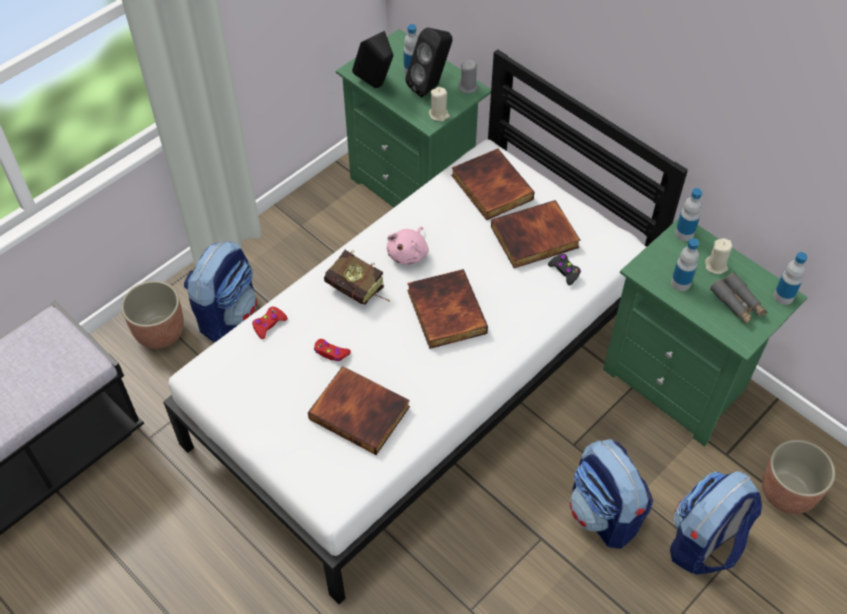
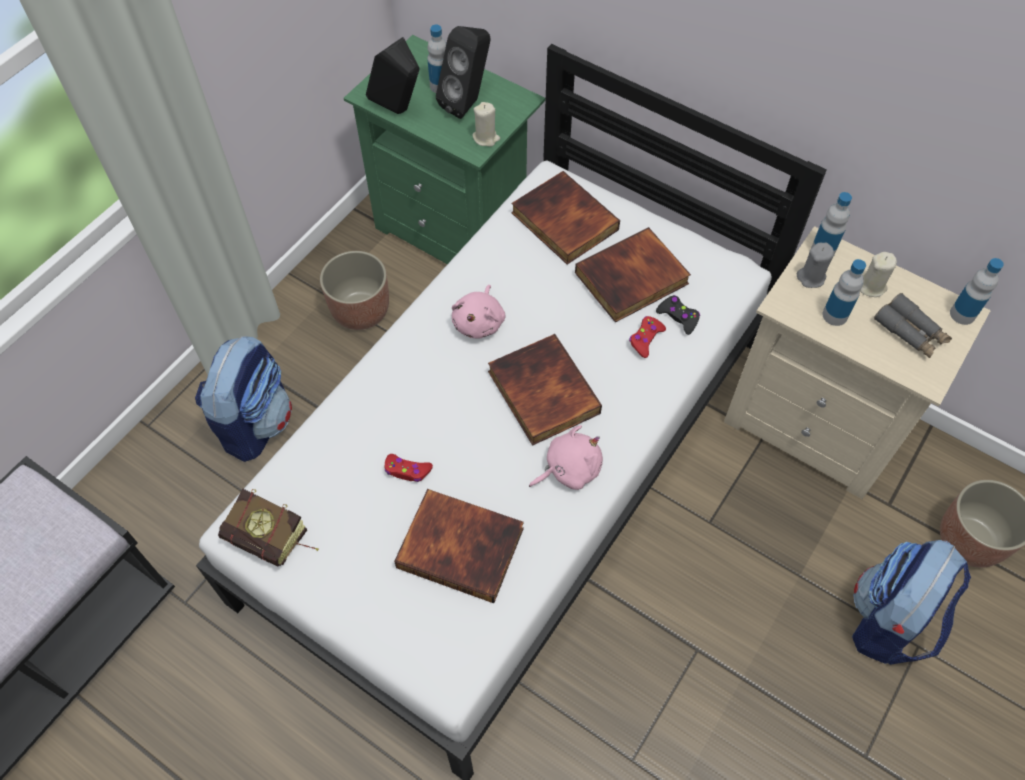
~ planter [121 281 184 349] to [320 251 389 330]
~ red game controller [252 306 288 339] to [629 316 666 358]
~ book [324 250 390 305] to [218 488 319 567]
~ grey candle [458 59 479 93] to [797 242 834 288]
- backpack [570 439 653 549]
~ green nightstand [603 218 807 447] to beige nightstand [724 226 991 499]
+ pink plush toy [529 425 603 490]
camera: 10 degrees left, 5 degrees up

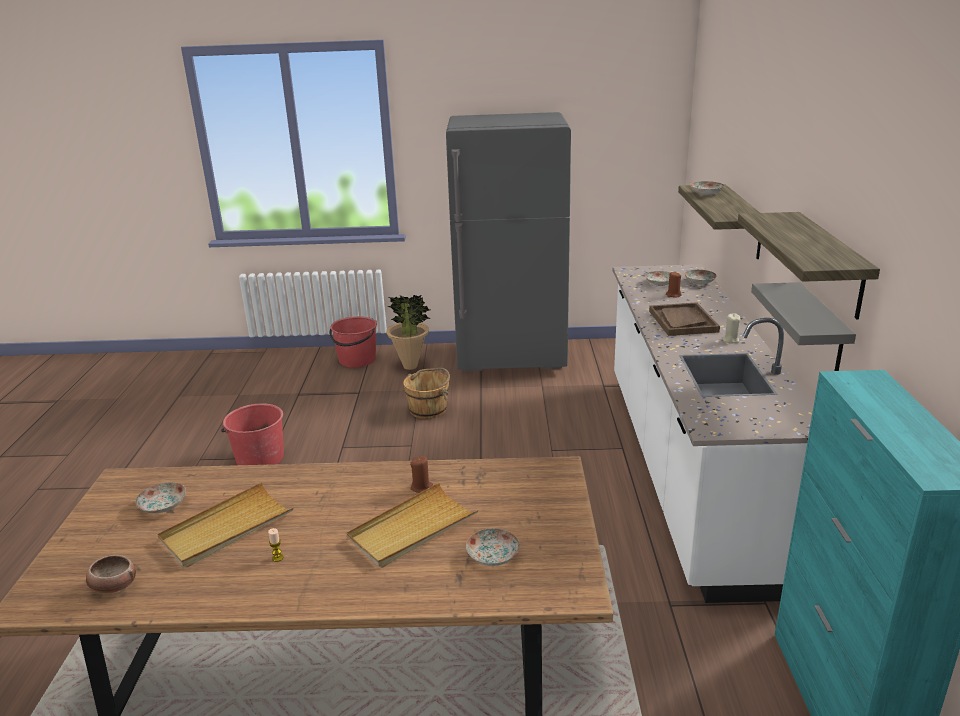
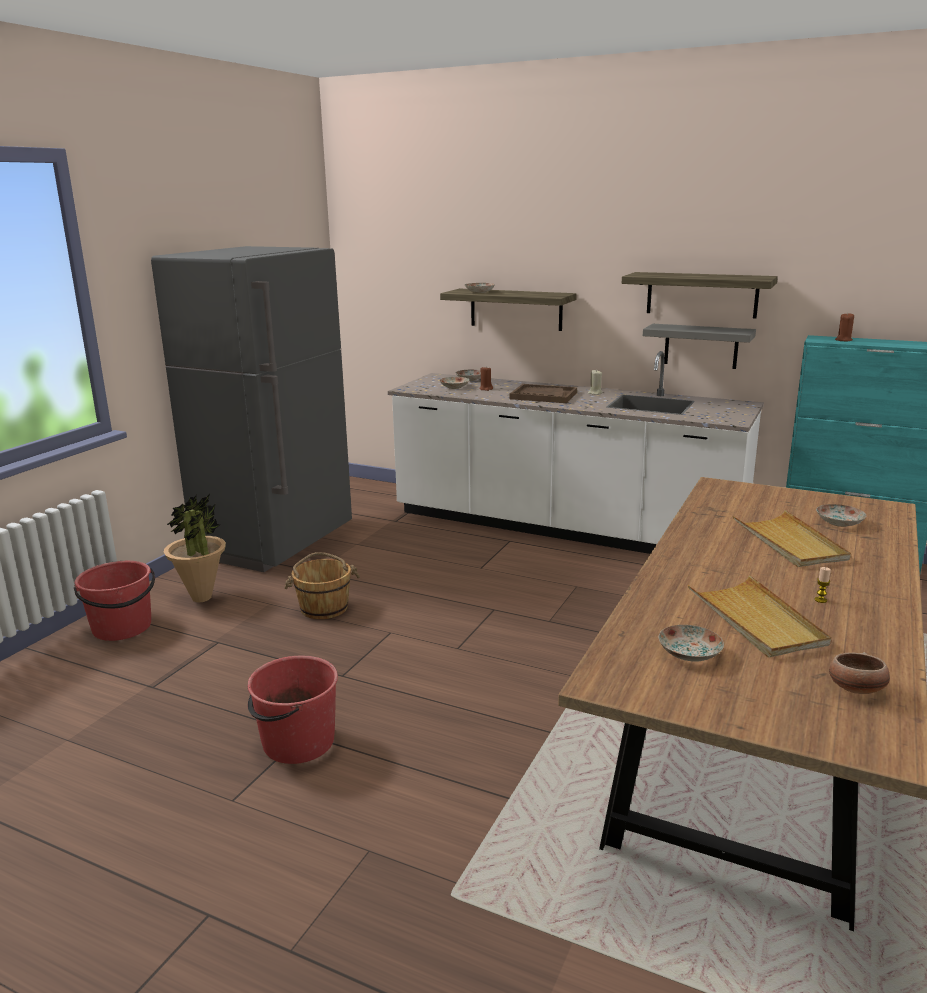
~ brown candle [410 456 433 493] to [835 313 854 341]
camera: 65 degrees left, 5 degrees down

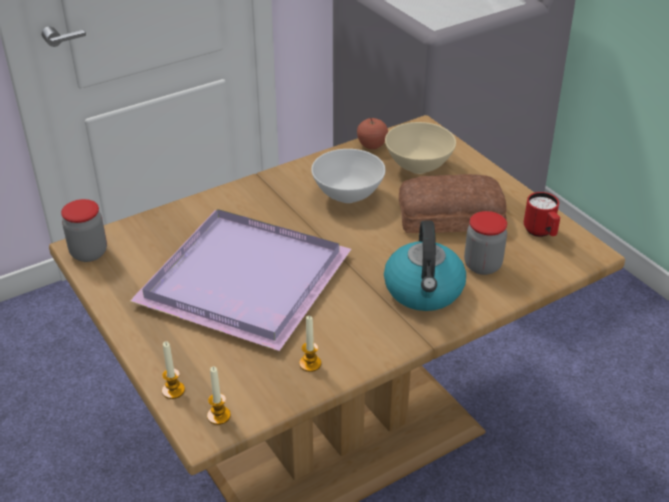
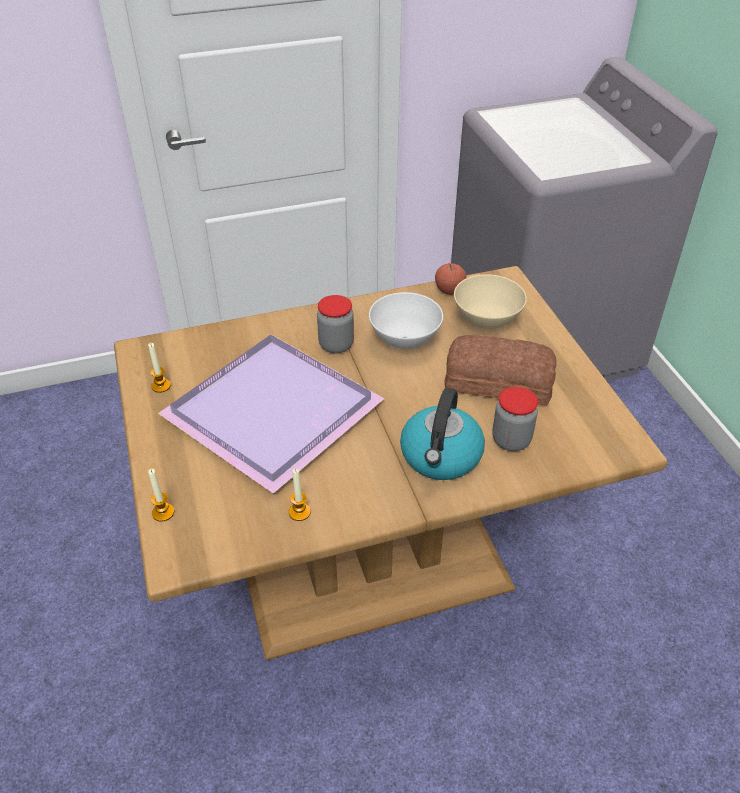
~ jar [61 199 107 262] to [317 295 354 354]
~ candle [207 366 231 425] to [148 343 171 393]
- red mug [524 192 560 237]
camera: 15 degrees right, 5 degrees up

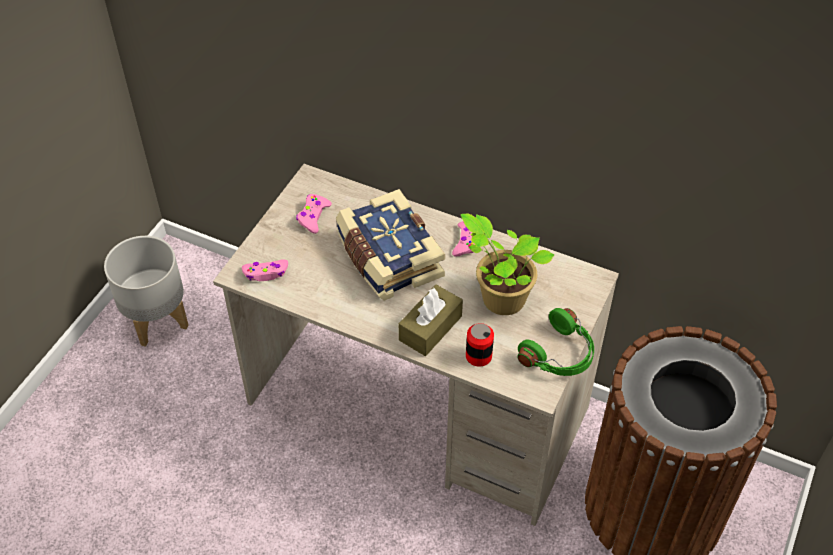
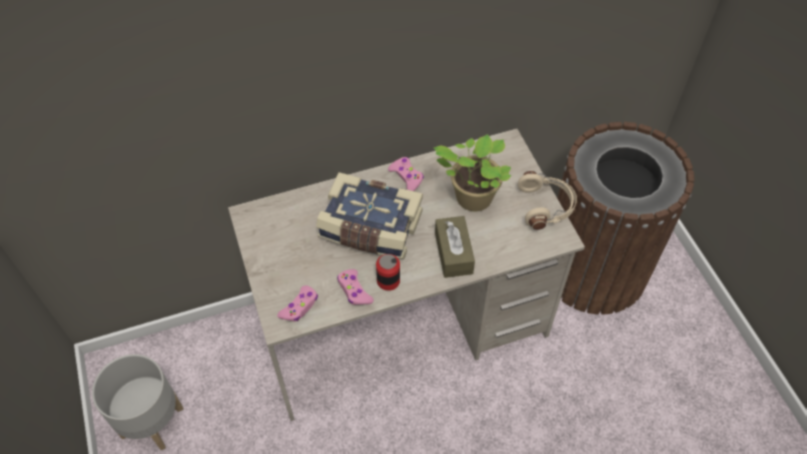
~ pink game controller [296 194 332 234] to [337 269 374 305]
~ can [466 323 494 367] to [376 254 400 291]
~ green headphones [517 308 594 376] to beige headphones [518 171 577 230]
camera: 45 degrees left, 5 degrees up

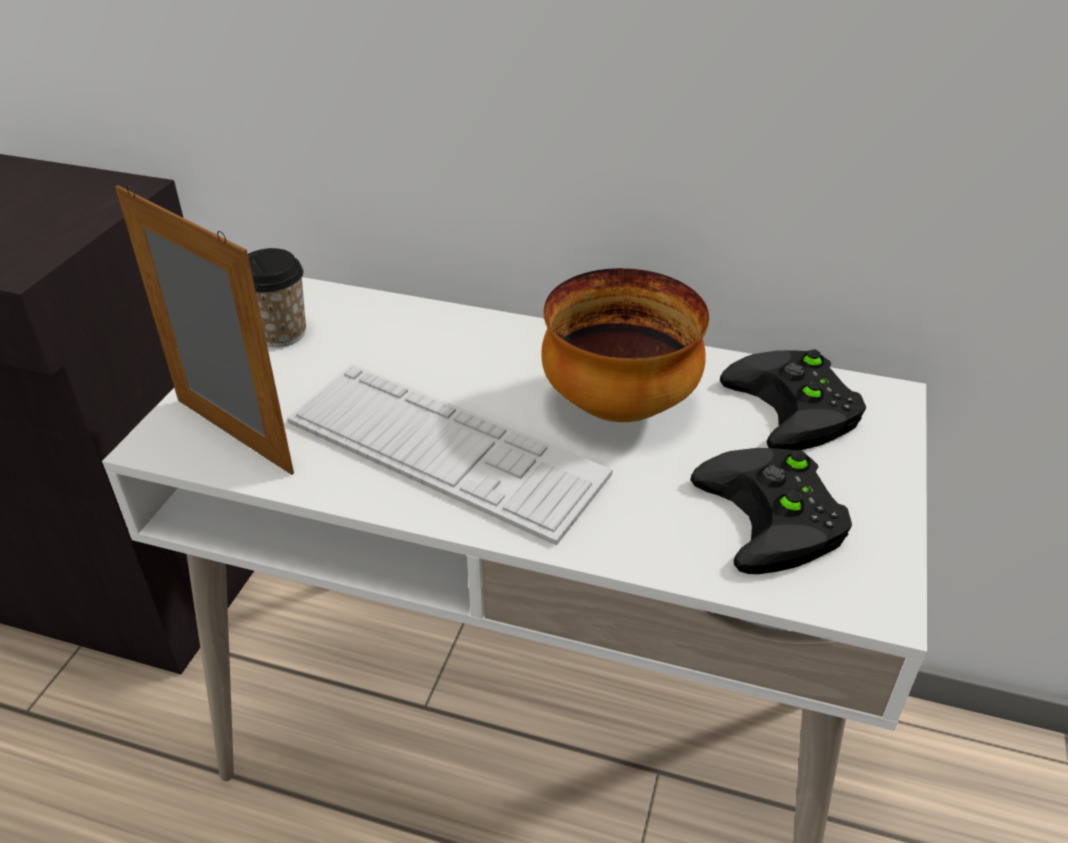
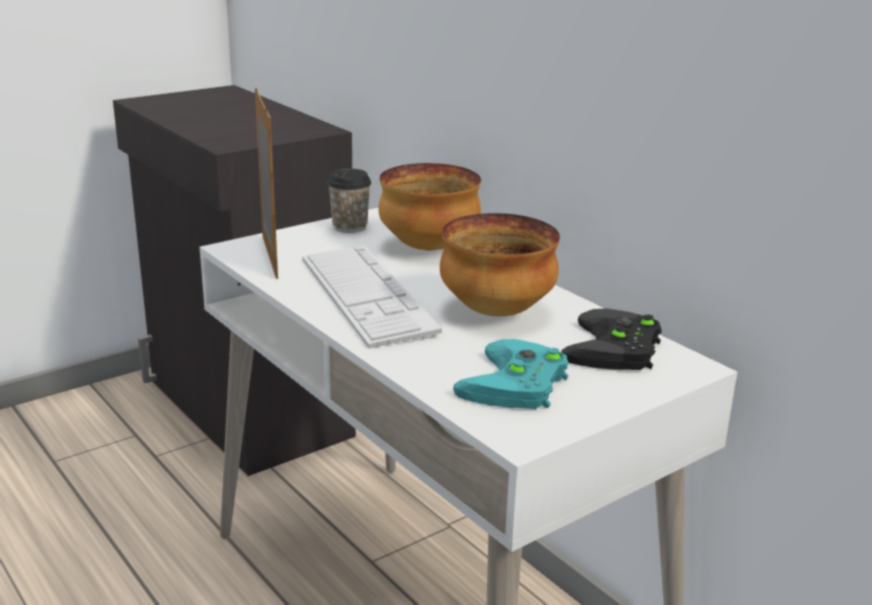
~ black game controller [690 448 852 574] to turquoise game controller [453 339 568 409]
+ bowl [378 163 481 250]
camera: 35 degrees right, 15 degrees down

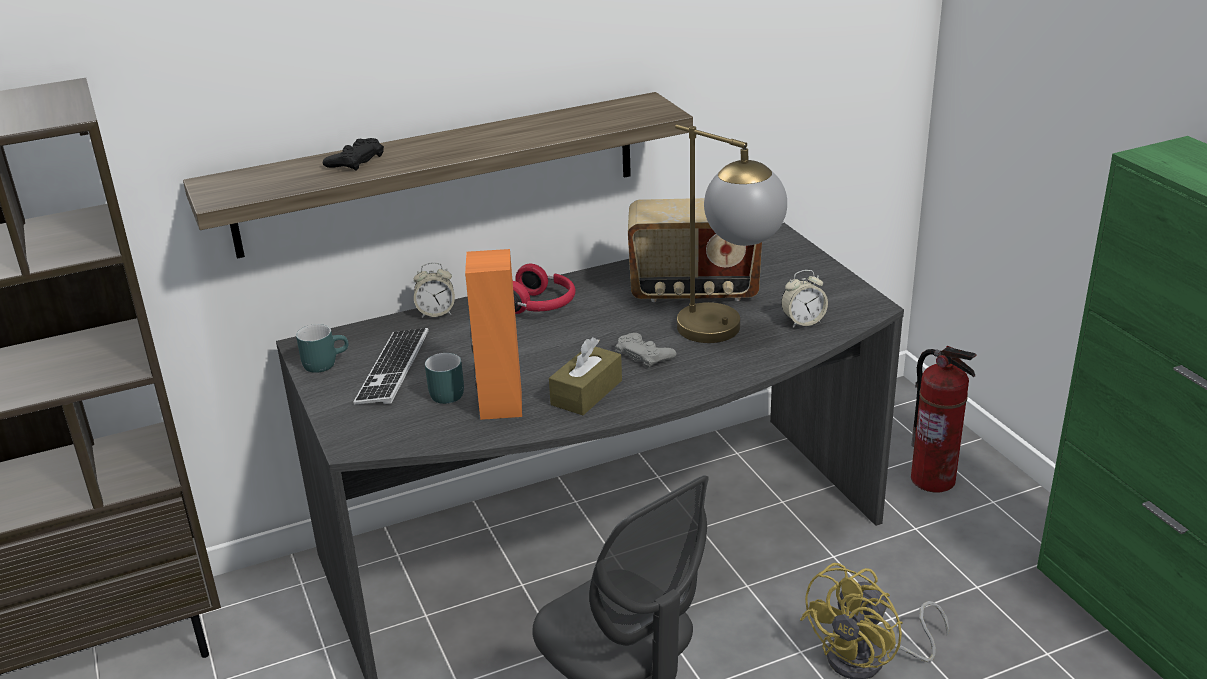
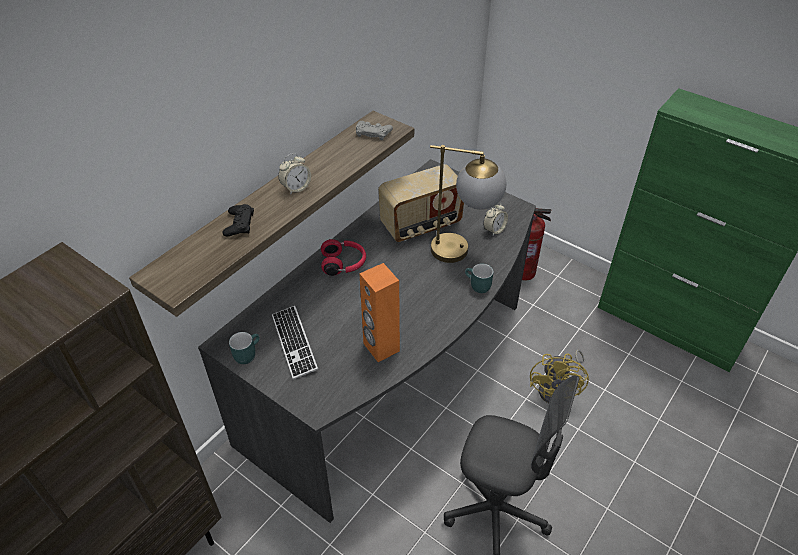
~ alarm clock [414 262 455 318] to [278 153 311 195]
~ turquoise mug [425 353 464 404] to [465 263 494 293]
- brown tissue box [549 337 622 415]
~ grey game controller [615 333 677 368] to [356 121 393 140]
camera: 30 degrees left, 15 degrees up

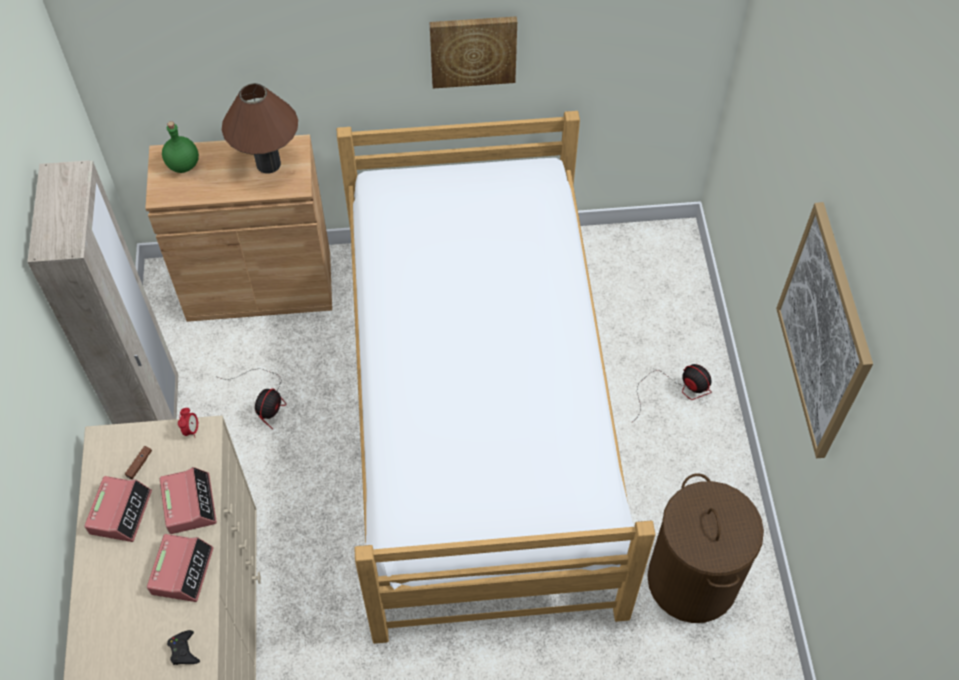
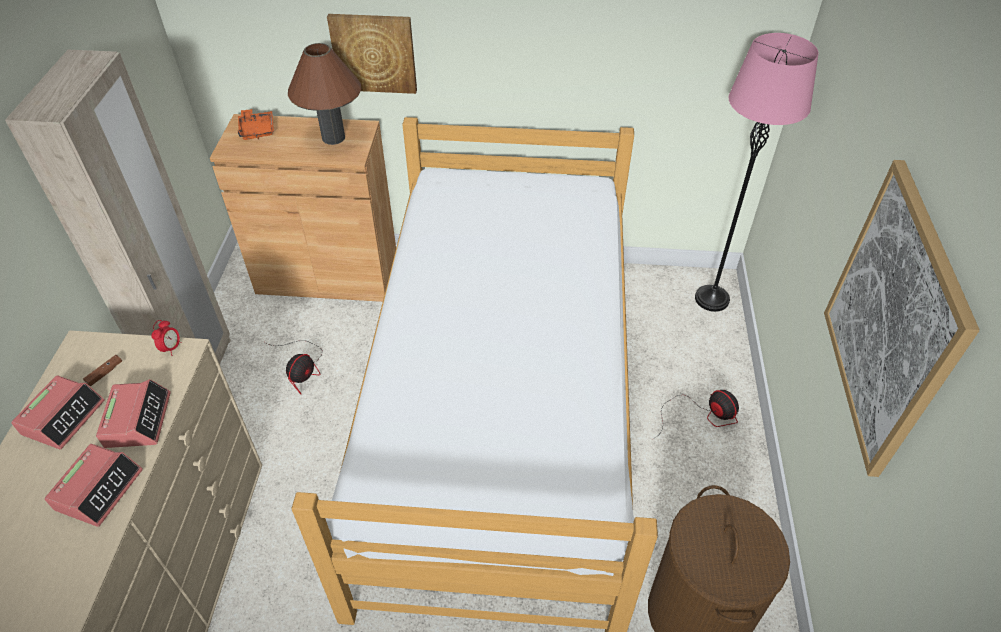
~ green bottle [162 121 199 173] to orange tray [238 109 274 140]
- black game controller [167 630 200 665]
~ picture [429 16 517 88] to [327 14 417 94]
+ pink floor lamp [695 33 818 312]
camera: 10 degrees right, 10 degrees down

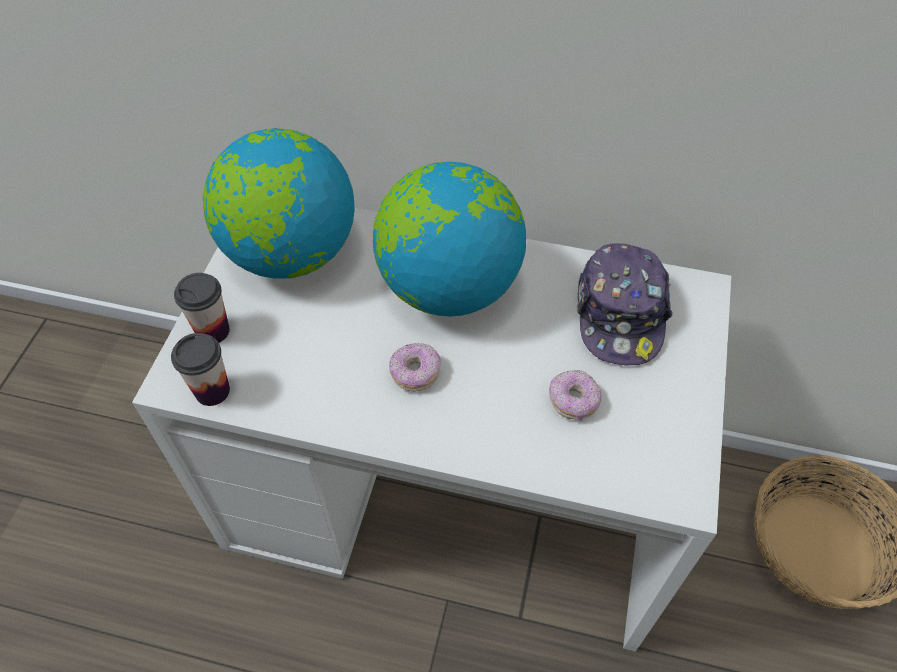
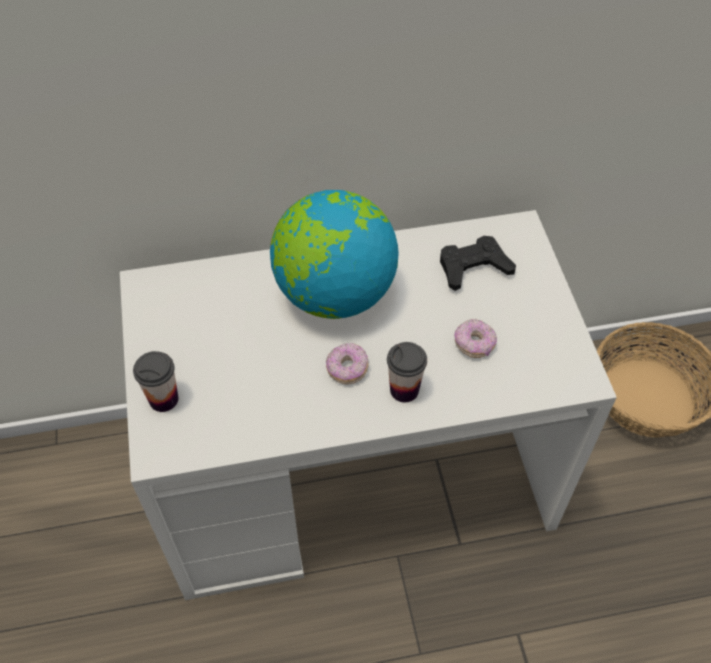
~ cup [171 333 230 406] to [387 342 427 402]
- globe [203 128 355 279]
~ cap [577 243 673 366] to black game controller [440 236 516 291]
camera: 25 degrees left, 0 degrees up

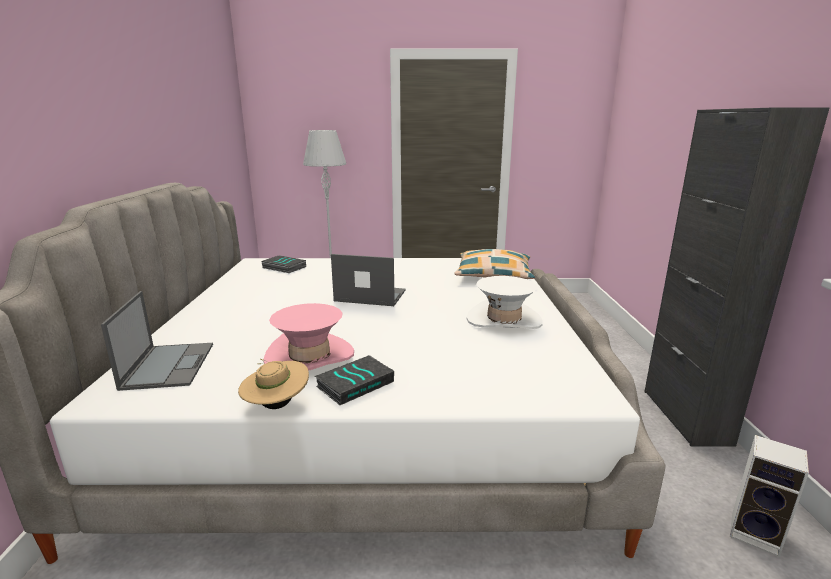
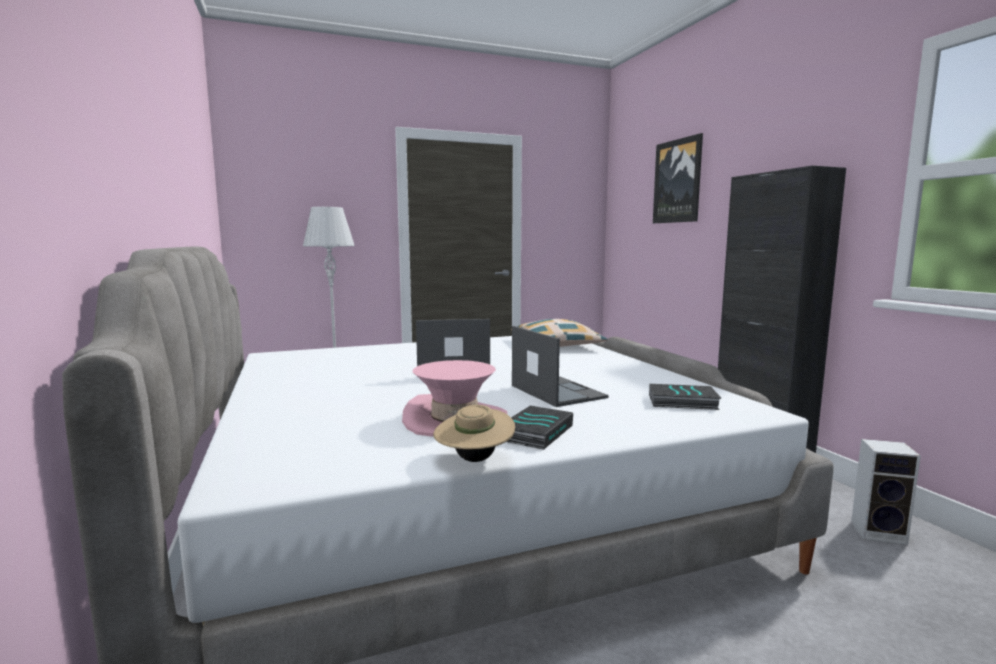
~ laptop [101 291 213 391] to [512 326 609 407]
~ book [261 255 306 273] to [649 384 721 410]
- white hat [466 276 543 329]
+ picture [653 133 703 223]
camera: 20 degrees left, 10 degrees down

